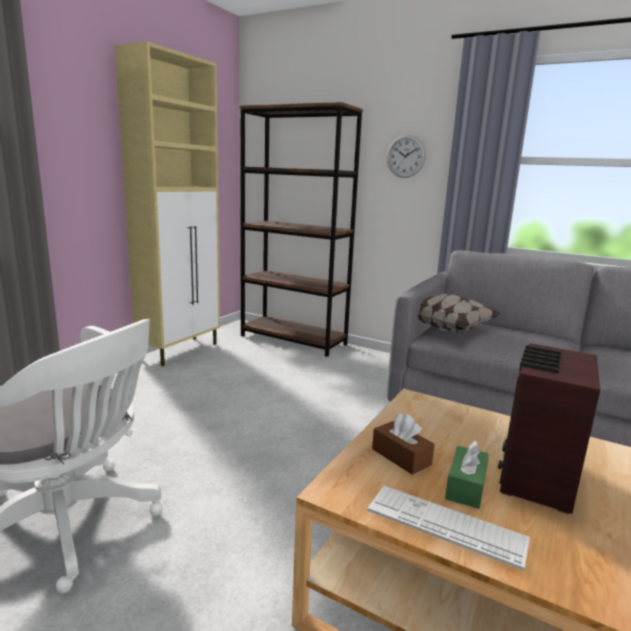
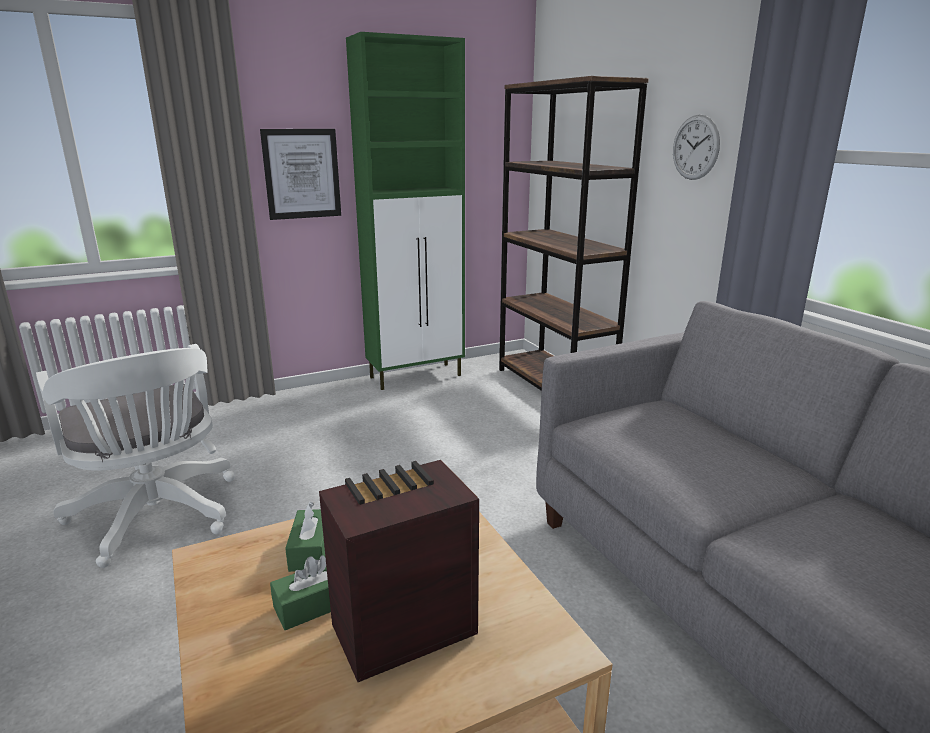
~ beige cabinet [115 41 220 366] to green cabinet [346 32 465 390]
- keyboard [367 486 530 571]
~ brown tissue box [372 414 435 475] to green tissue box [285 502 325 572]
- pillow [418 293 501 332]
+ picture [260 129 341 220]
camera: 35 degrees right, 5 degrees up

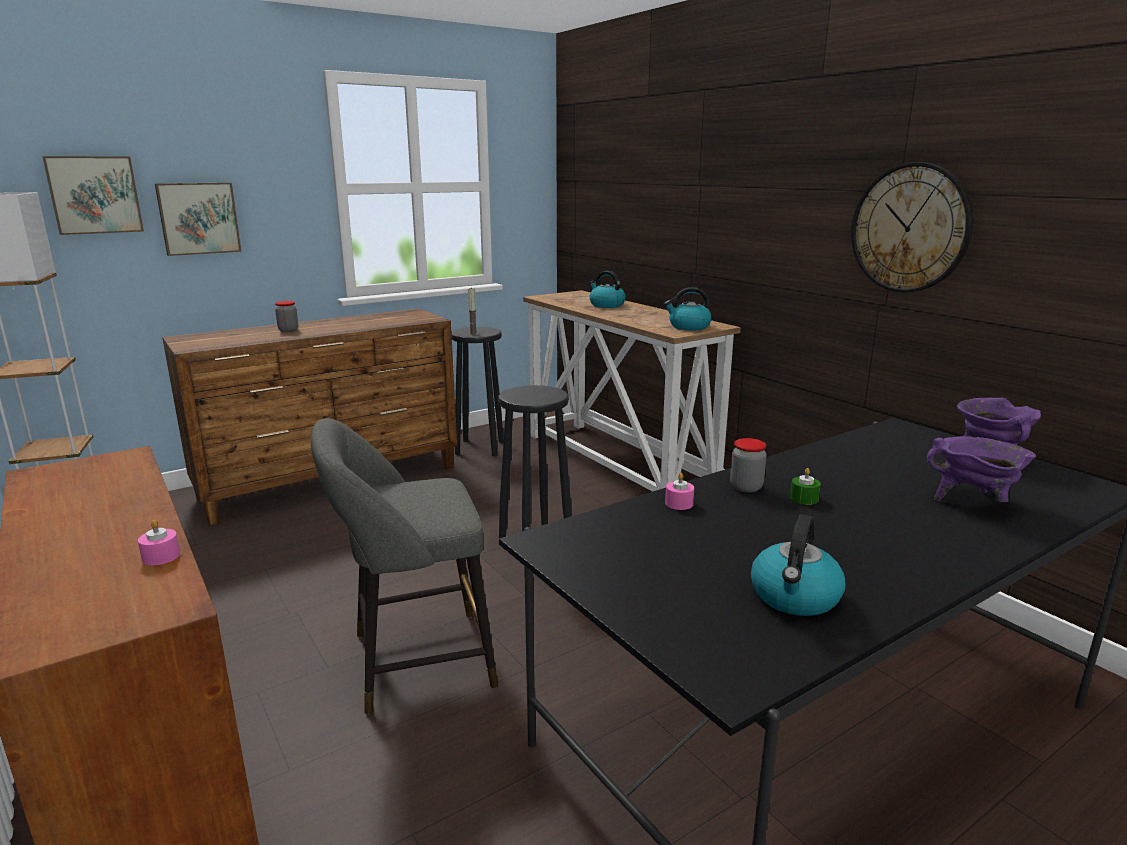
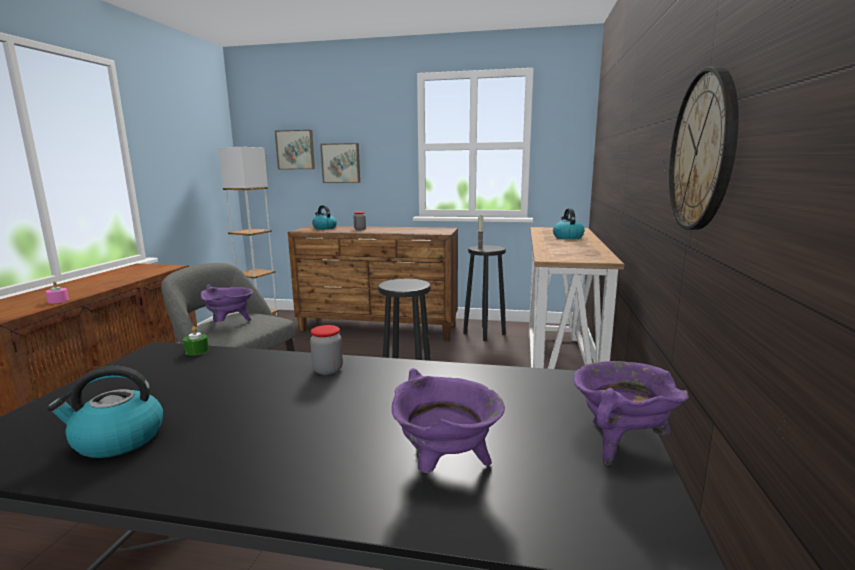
~ kettle [664 287 712 331] to [312 205 337 229]
- pink candle [665 473 694 510]
~ green candle [790 468 821 505] to [183 326 209 356]
+ purple cooking pot [200 284 253 322]
camera: 45 degrees right, 5 degrees down

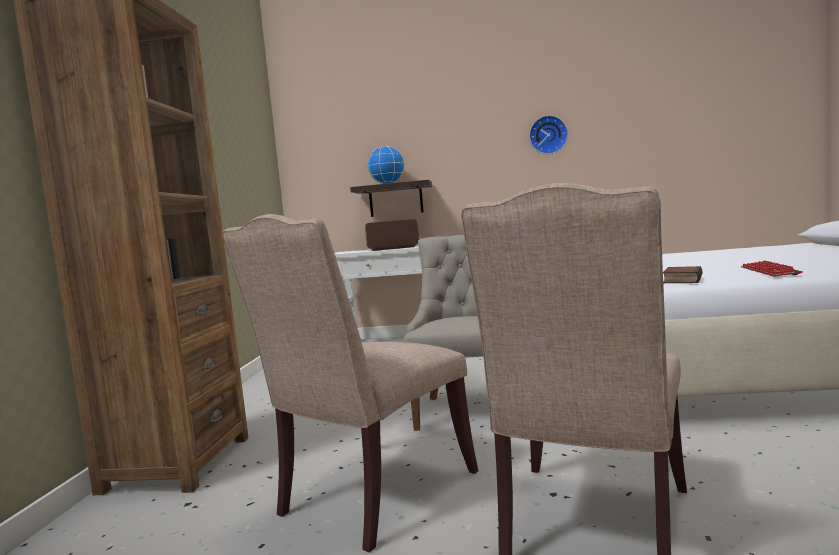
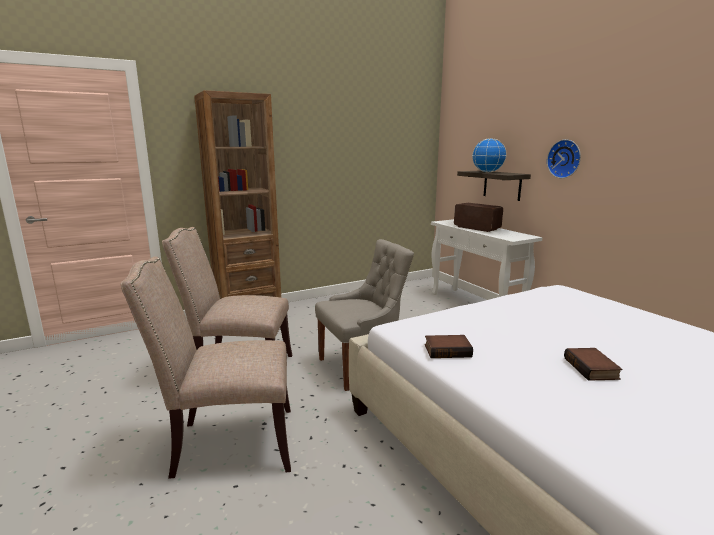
~ wall clock [529 115 568 154] to [547 139 581 178]
- keyboard [741 261 803 277]
+ book [564 348 622 381]
camera: 55 degrees right, 10 degrees up

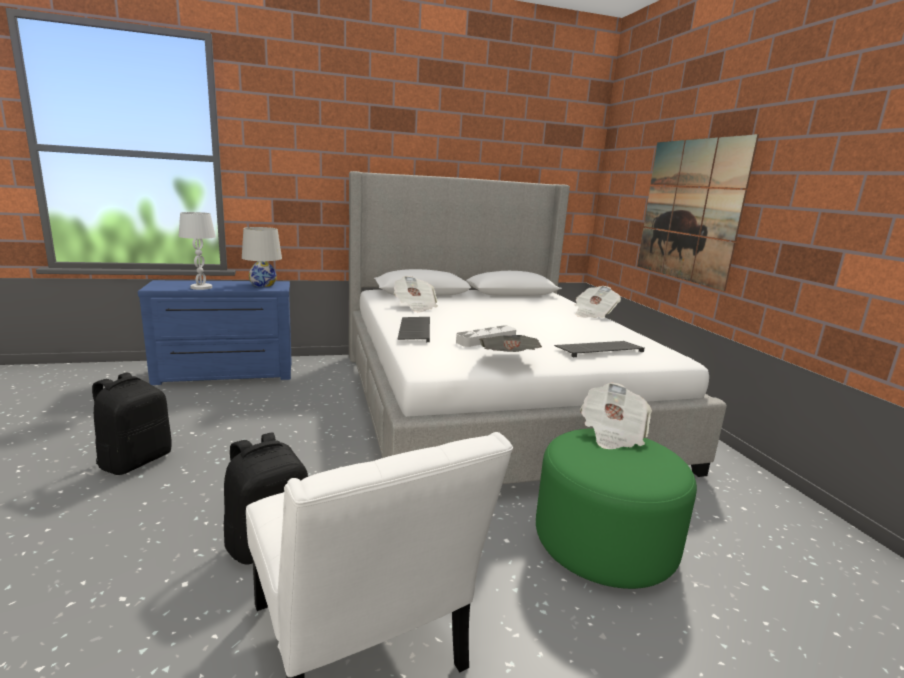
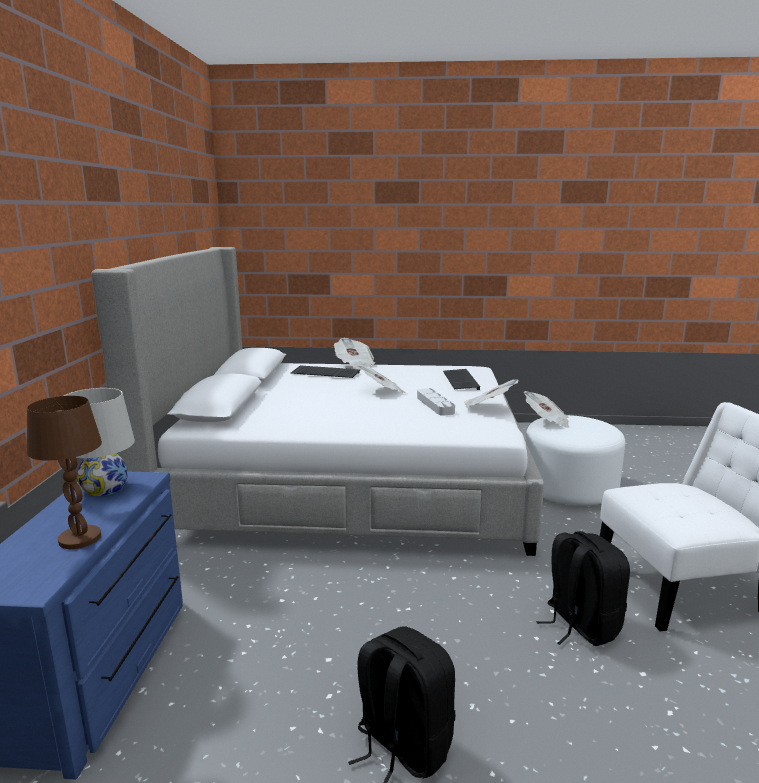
~ white table lamp [179 212 216 290] to brown table lamp [27 396 102 549]
~ newspaper [394 276 438 312] to [356 365 406 393]
~ keyboard [398 317 430 342] to [291 365 360 378]
~ green ottoman [536 428 697 589] to white ottoman [526 415 625 506]
- picture [637 134 759 291]
camera: 70 degrees left, 0 degrees up

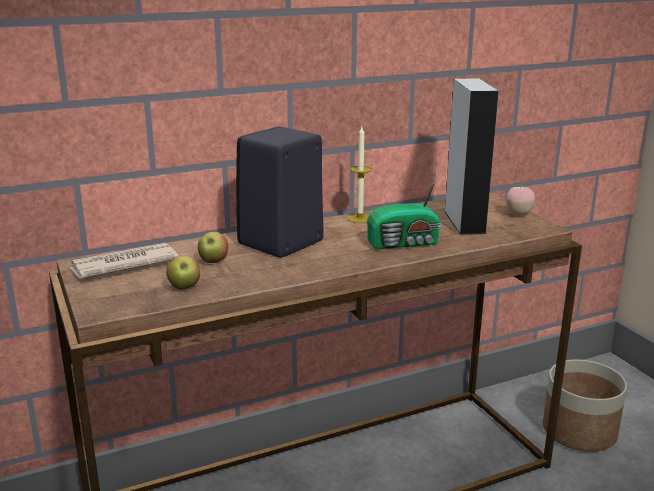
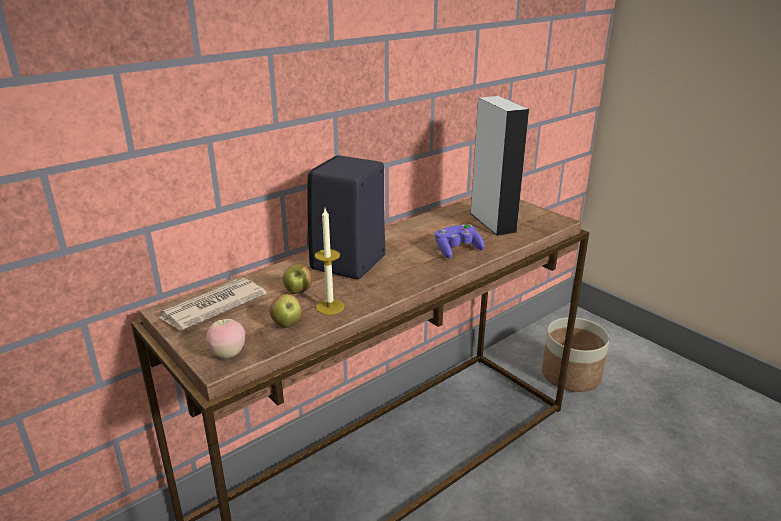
~ candle [348 127 372 223] to [315 209 345 315]
~ radio [367 171 441 249] to purple game controller [435 224 485 258]
~ apple [506 183 535 216] to [206 318 245 358]
camera: 15 degrees left, 5 degrees up

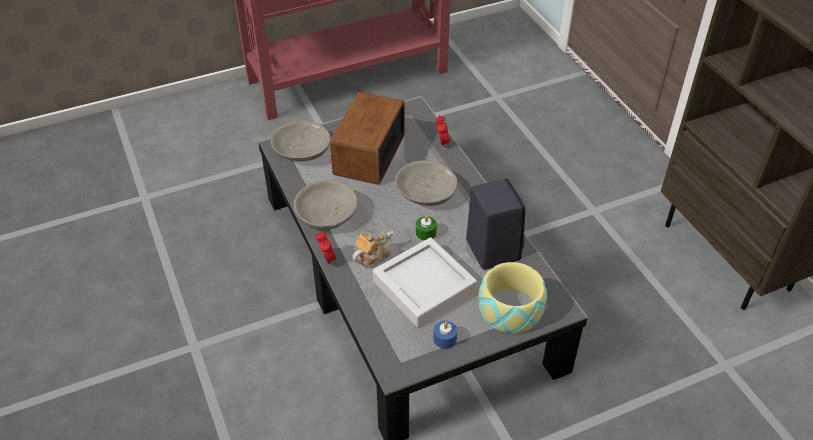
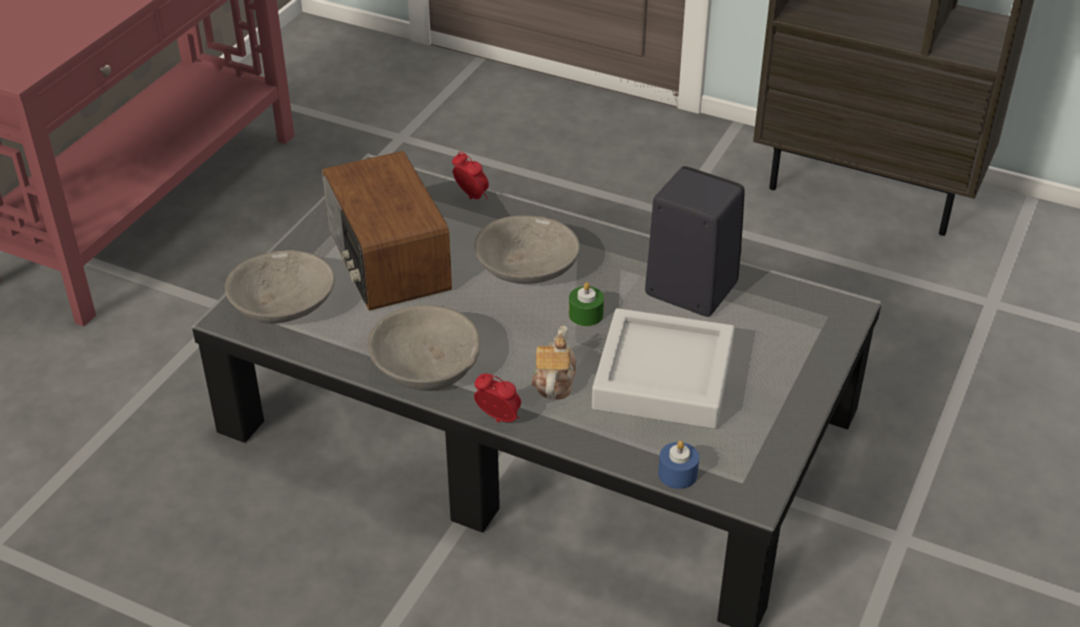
~ blue candle [433 321 457 349] to [658 441 699 489]
- bowl [478 262 547 334]
camera: 40 degrees left, 5 degrees down

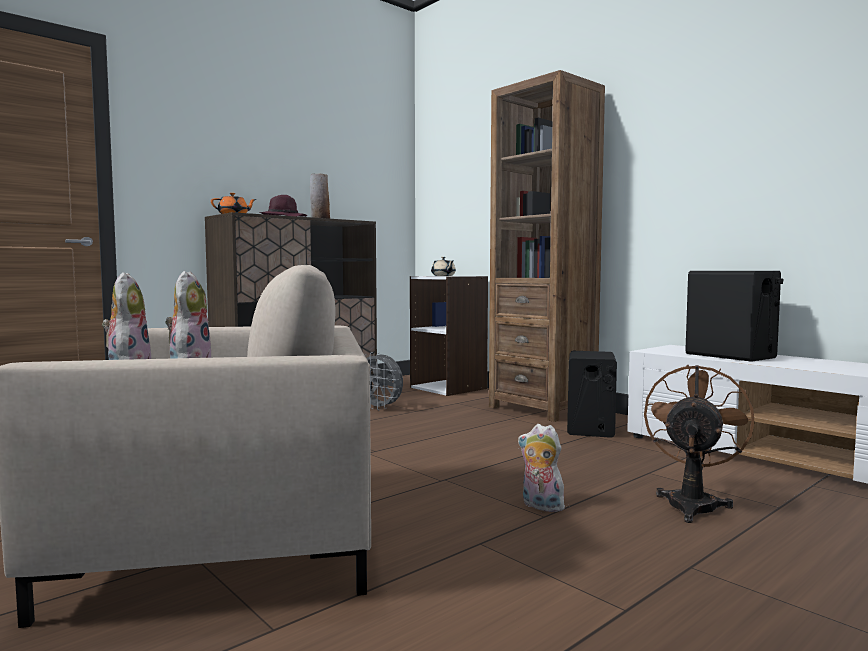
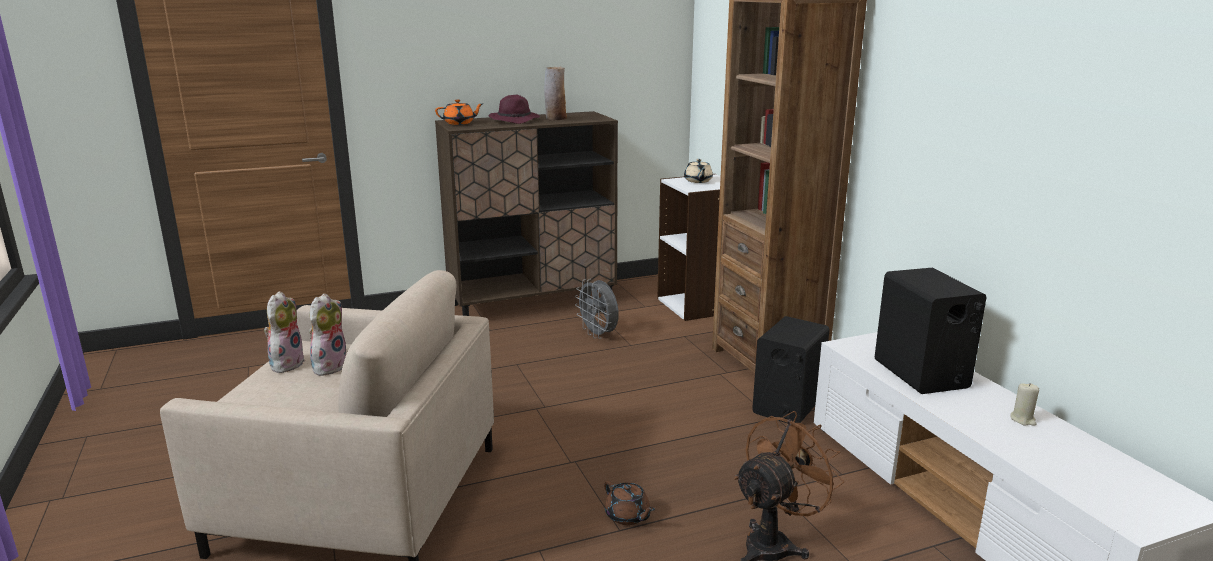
~ plush toy [518 424 565 512] to brown teapot [604 481 655 525]
+ beige candle [1010 383 1039 426]
camera: 20 degrees right, 15 degrees up

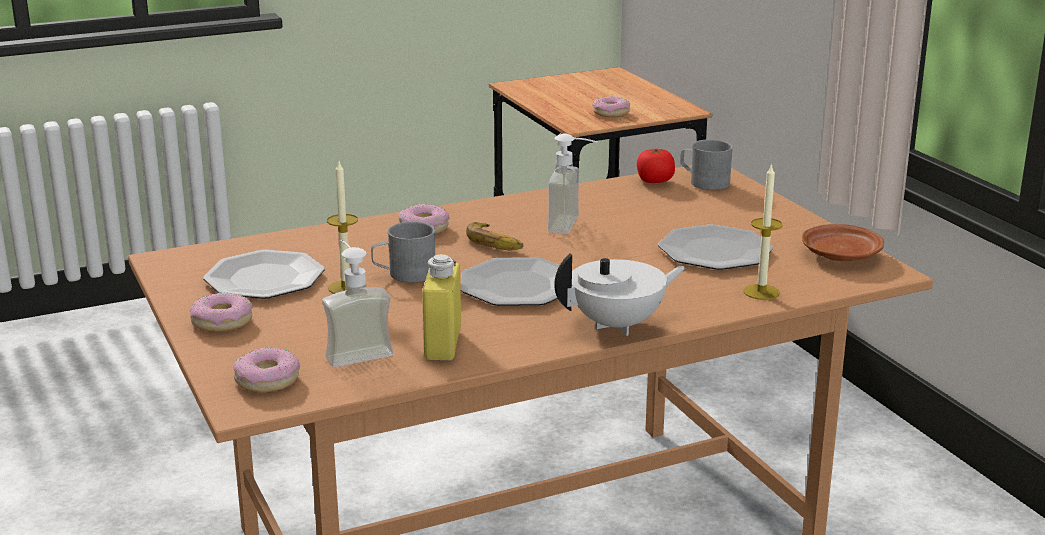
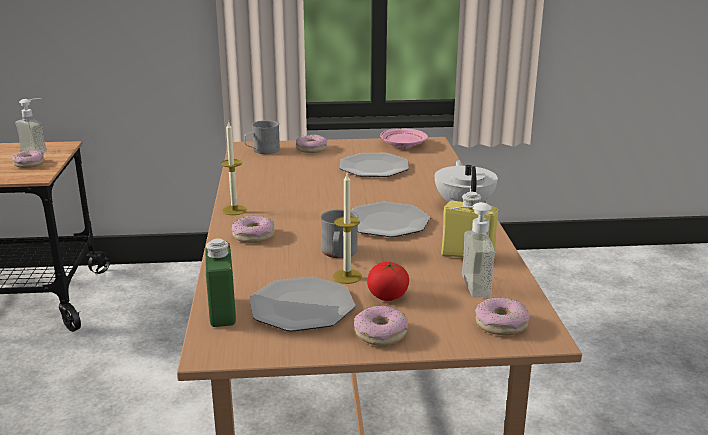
- banana [466 222 523 250]
~ soap dispenser [548 133 598 234] to [15 98 47 153]
~ tomato [637 149 675 183] to [367 261 409 301]
~ candle [743 163 783 300] to [220 121 247 215]
~ brown plate [802 224 884 261] to pink plate [380 128 428 148]
+ green bottle [205 239 236 327]
+ donut [296 135 327 153]
camera: 70 degrees left, 0 degrees up

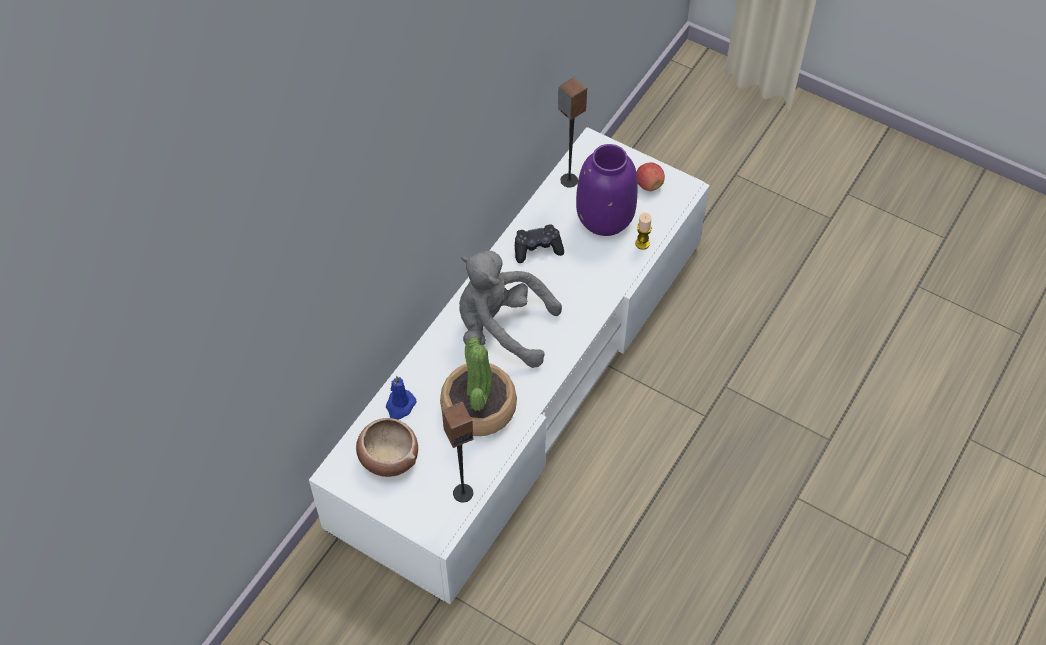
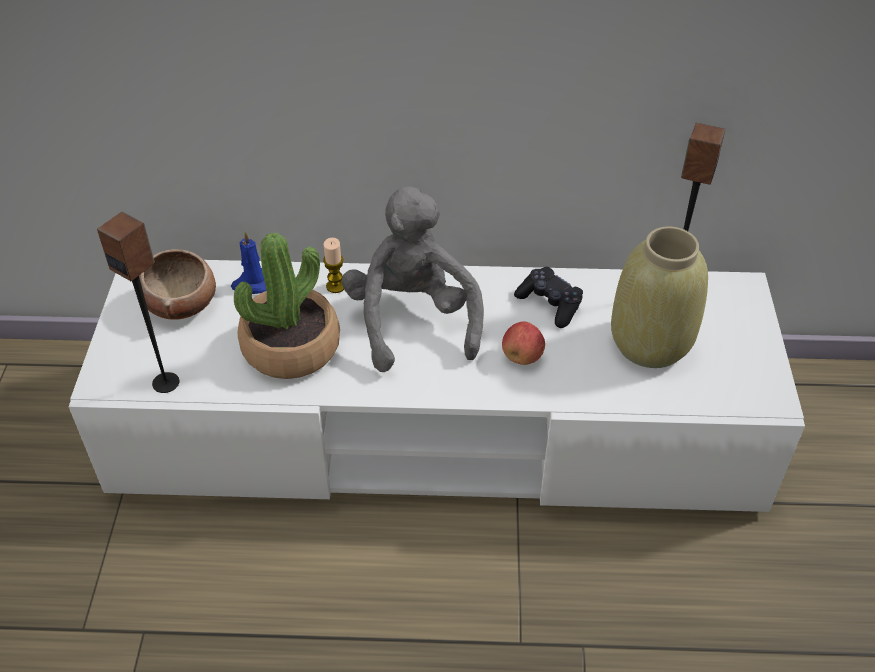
~ purple vase [576 144 638 236] to beige vase [611 226 708 368]
~ candle [635 213 652 250] to [323 238 344 293]
~ apple [636 162 665 191] to [502 321 545 365]
camera: 60 degrees right, 10 degrees down

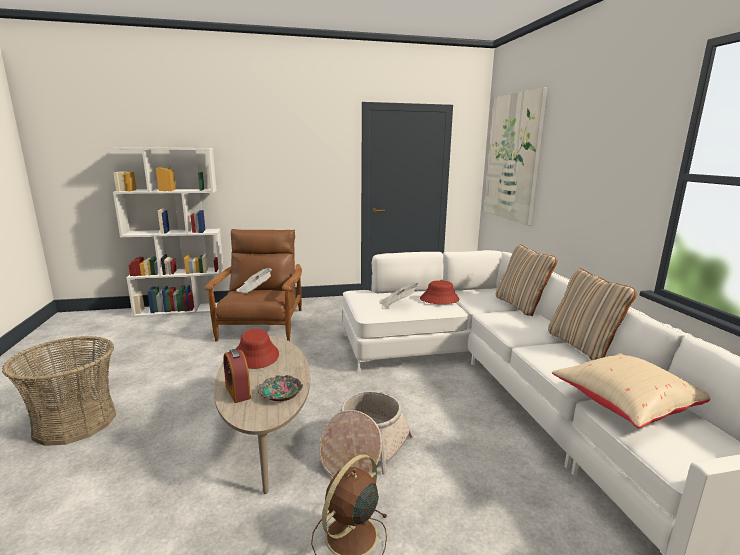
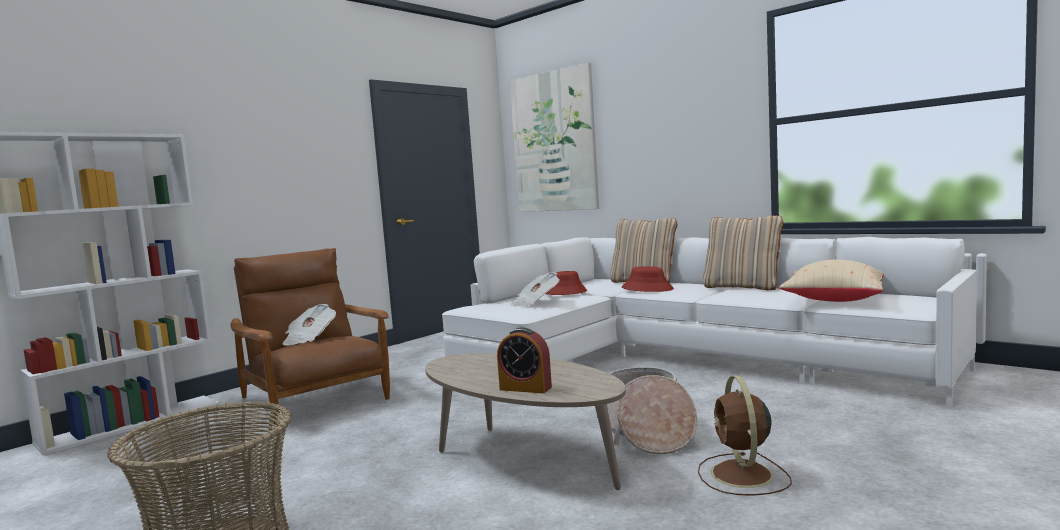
~ red hat [236 329 279 369] to [622 266 674 292]
- bowl [258 375 303 402]
camera: 35 degrees left, 10 degrees down

